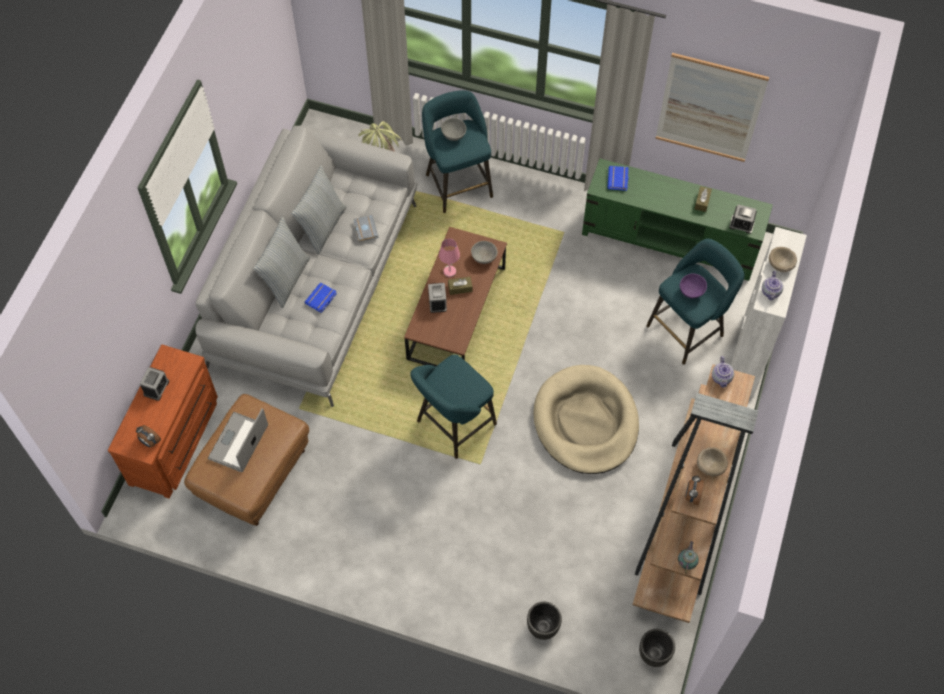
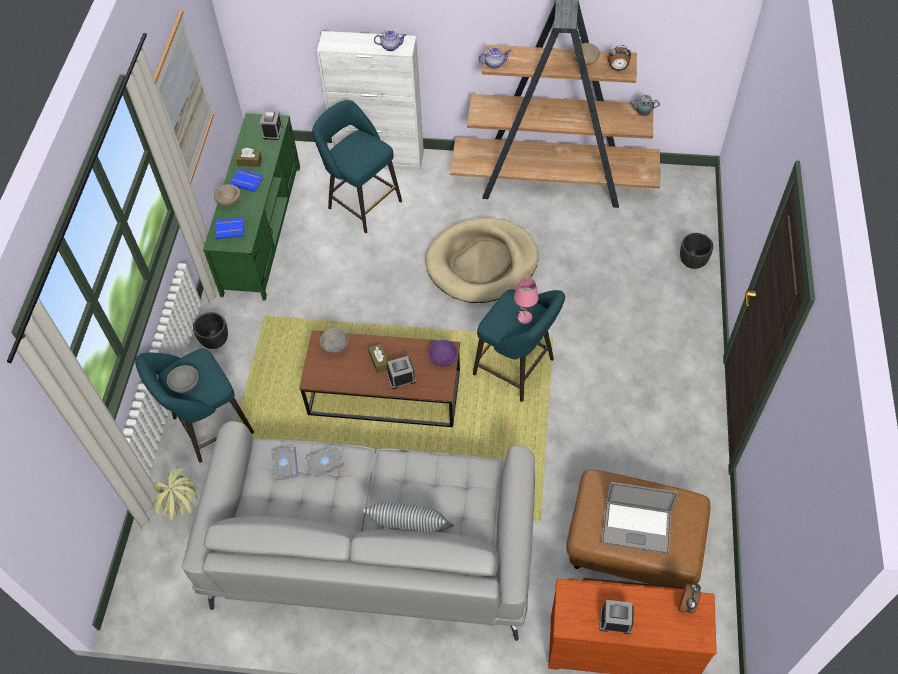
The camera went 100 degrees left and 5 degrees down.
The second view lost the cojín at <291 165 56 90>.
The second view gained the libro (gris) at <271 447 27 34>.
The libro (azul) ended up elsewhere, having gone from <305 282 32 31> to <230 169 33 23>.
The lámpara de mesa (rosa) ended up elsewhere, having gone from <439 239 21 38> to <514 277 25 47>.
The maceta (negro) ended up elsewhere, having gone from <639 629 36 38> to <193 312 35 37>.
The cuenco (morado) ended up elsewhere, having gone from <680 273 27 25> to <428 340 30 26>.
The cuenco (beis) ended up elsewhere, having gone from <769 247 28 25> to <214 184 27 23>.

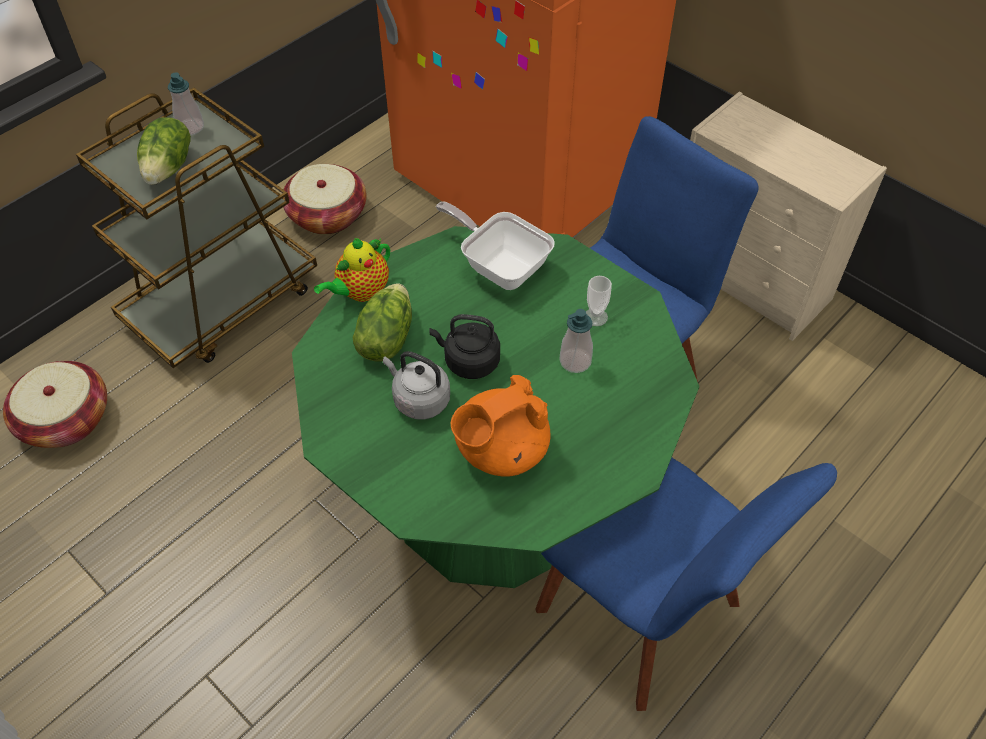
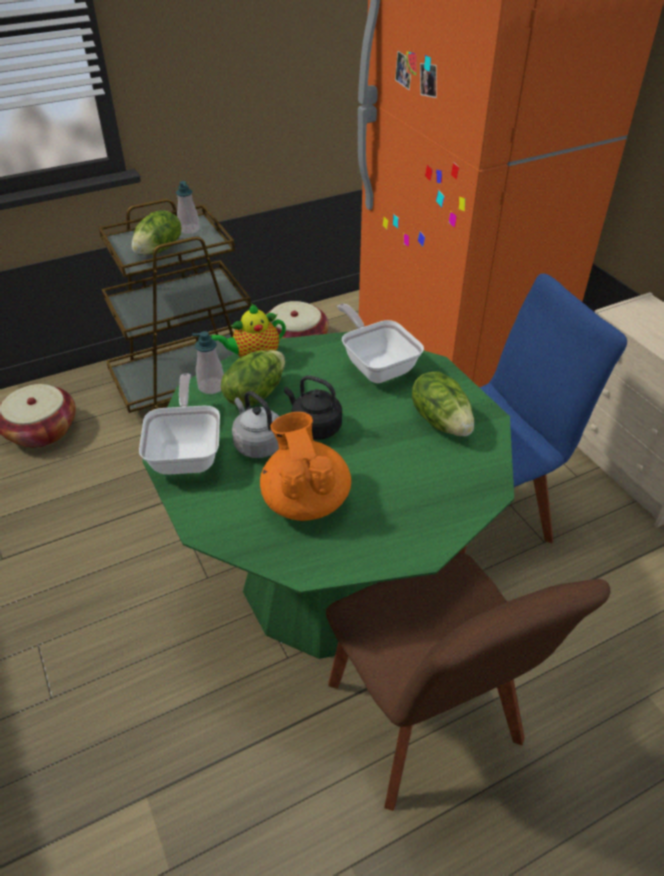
The camera went 20 degrees right and 10 degrees down.
The second view gained the sartén at <139 373 81 102>.
The dispensador de jabón ended up elsewhere, having gone from <559 309 34 64> to <192 331 32 63>.
Where the taza stood at <586 276 26 50>, the lechuga came to stand at <412 371 62 66>.
What was the silla (azul) at <535 458 302 253> turned into the silla (marrón) at <326 553 284 258>.
The tetera (naranja) at <451 375 99 102> ended up facing another way, 90 degrees clockwise from before.

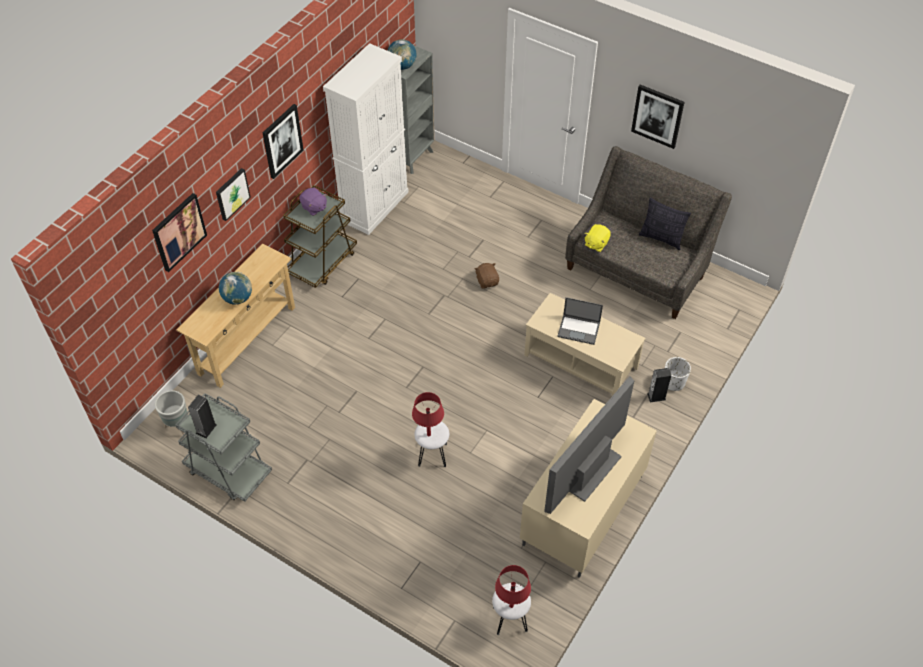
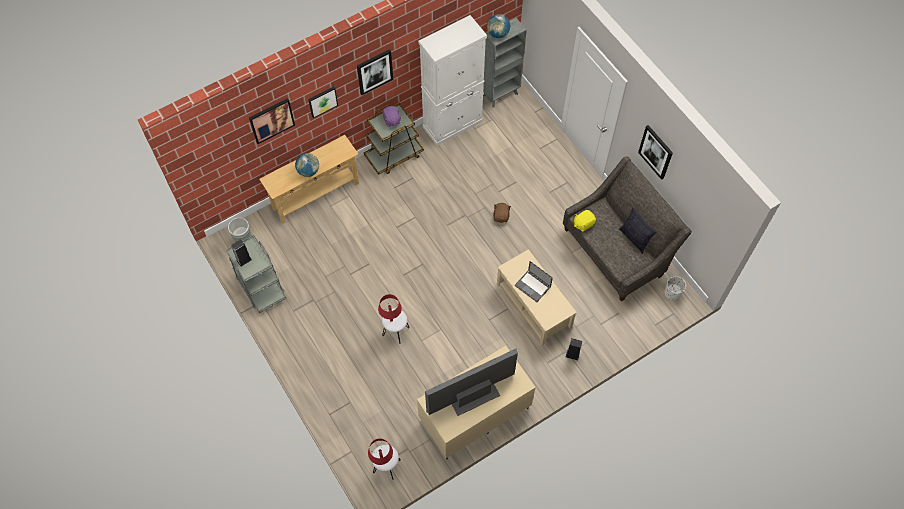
The camera went 25 degrees right and 10 degrees up.
The maceta (blanco) ended up elsewhere, having gone from <665 357 26 34> to <665 276 21 25>.

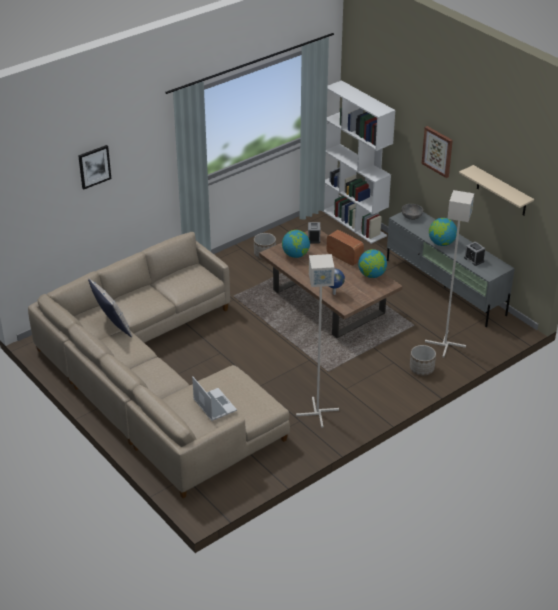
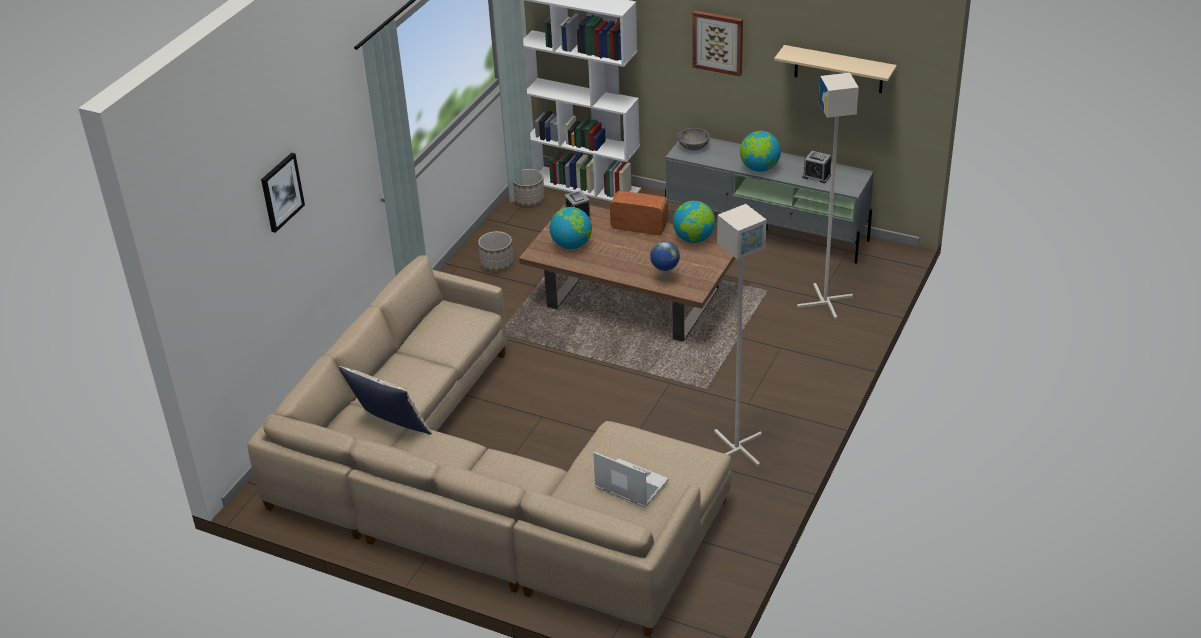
The camera went 25 degrees left and 0 degrees up.
The maceta ended up elsewhere, having gone from <410 345 26 31> to <513 169 32 37>.

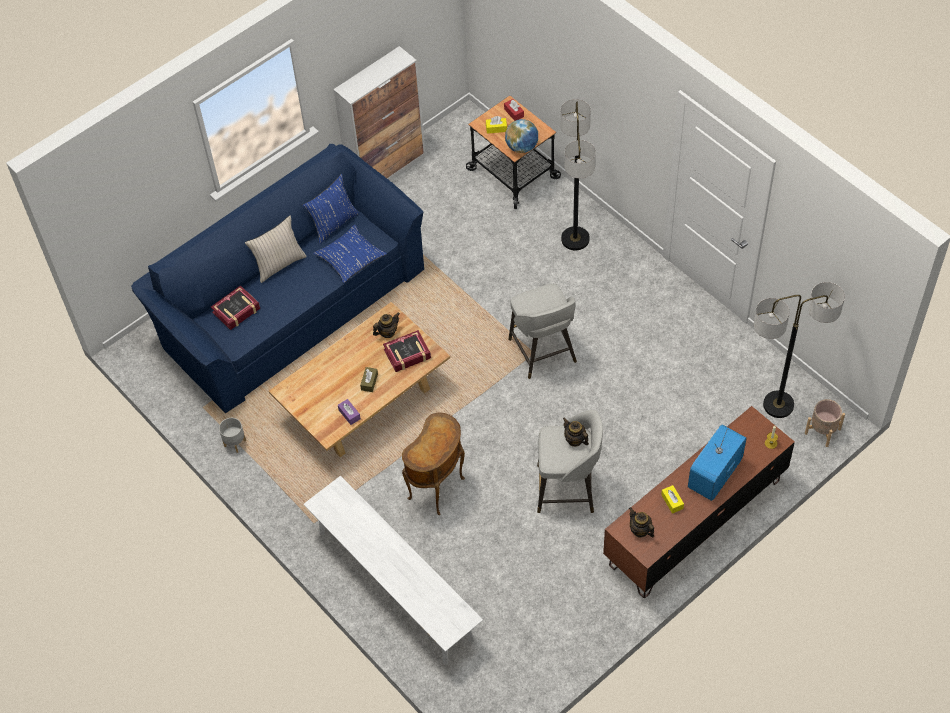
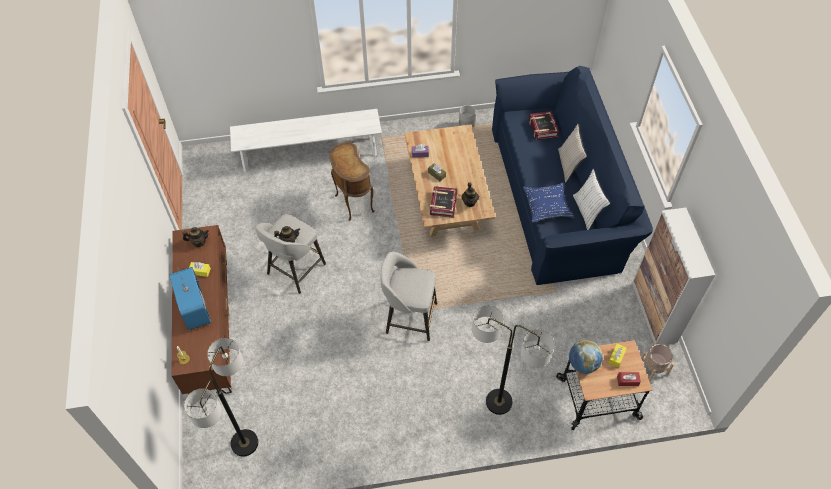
The camera went 120 degrees right and 0 degrees up.
The maceta (beis) ended up elsewhere, having gone from <805 399 40 48> to <641 344 33 38>.
What was the cojín (azul) at <303 174 56 70> turned into the cojín (blanco) at <573 169 37 61>.

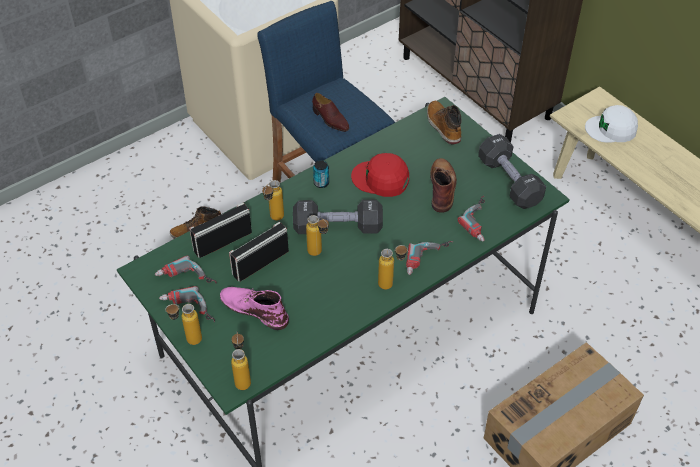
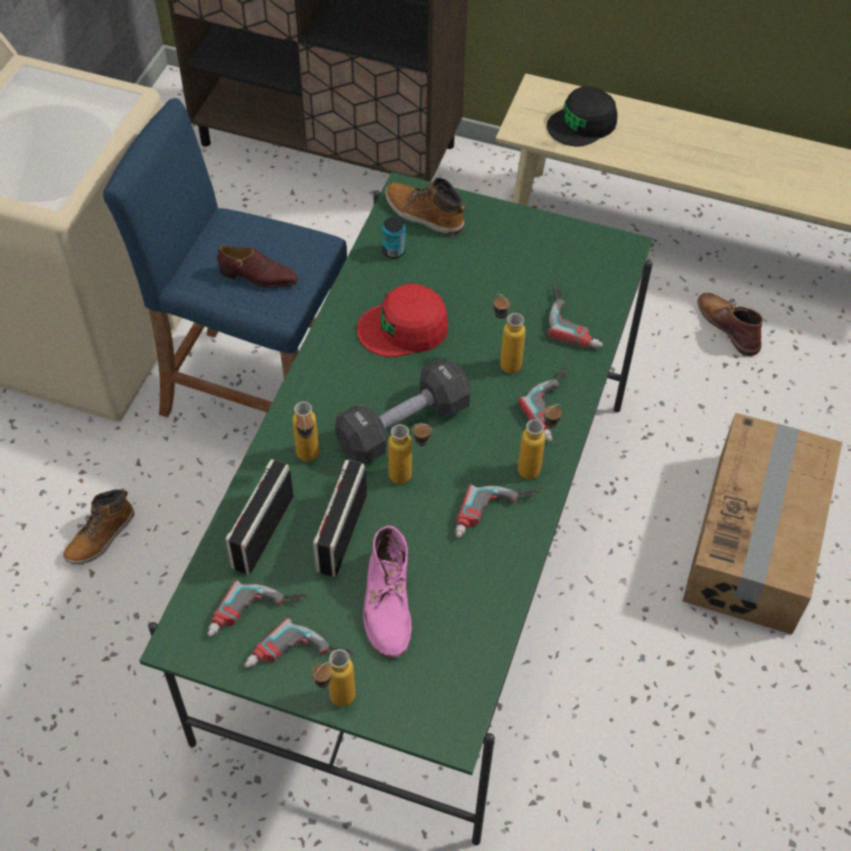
The camera went 35 degrees left and 5 degrees up.
The second view lost the mancuerna (negro) at <478 134 68 75>.
The second view gained the taladro at <455 484 86 54>.
The botella ended up elsewhere, having gone from <231 331 20 59> to <494 294 32 79>.
The lata ended up elsewhere, having gone from <313 160 16 28> to <382 217 24 42>.
The bota (marrón) ended up elsewhere, having gone from <430 158 27 55> to <697 293 66 63>.
What was the gorra (blanco) at <585 105 53 37> turned into the gorra (negro) at <547 86 71 60>.
The bota (rosa) at <220 287 69 43> ended up facing another way, 90 degrees counterclockwise from before.

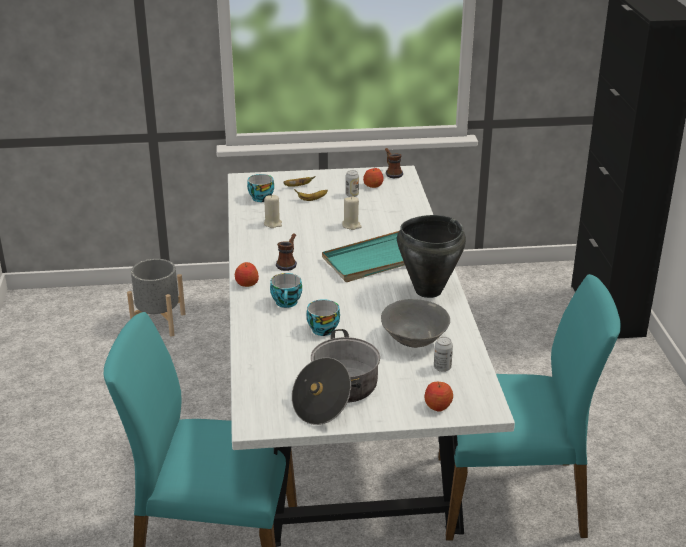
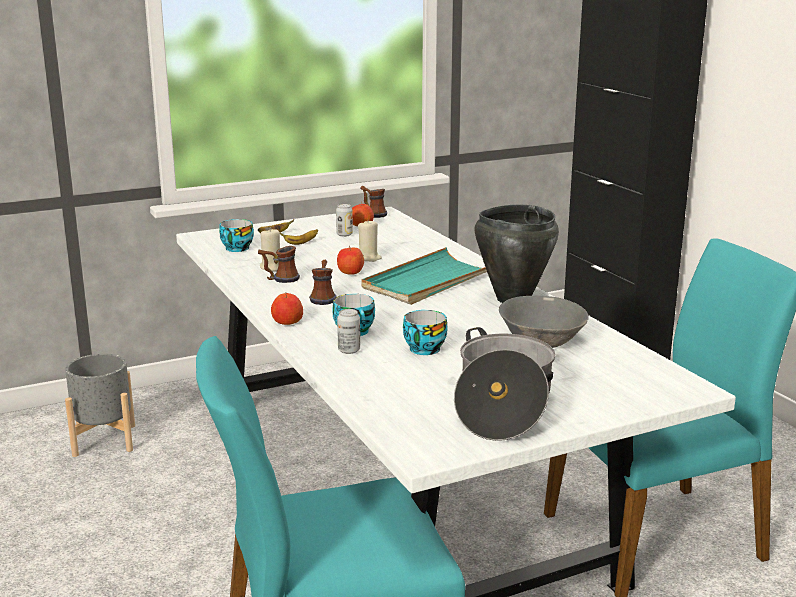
The camera went 20 degrees left and 10 degrees down.
The second view gained the taza grande at <258 246 42 37>.
The manzana ended up elsewhere, having gone from <425 382 28 30> to <337 245 27 30>.
The lata ended up elsewhere, having gone from <434 337 19 35> to <337 309 23 45>.

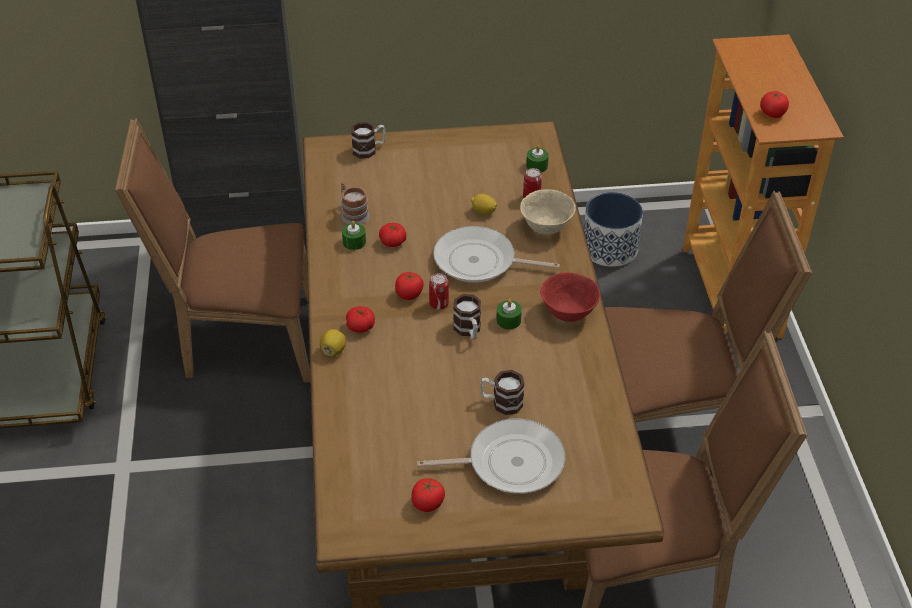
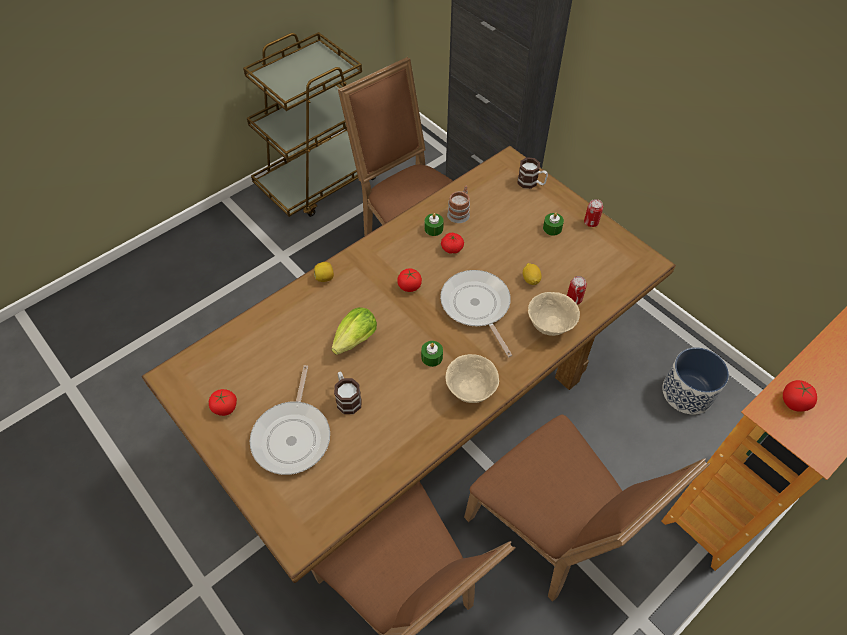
The camera went 55 degrees right and 10 degrees up.
The second view lost the tomate at <346 306 29 27>.
The second view lost the taza grande at <453 294 28 45>.
The second view gained the lechuga at <331 307 46 48>.
The lata ended up elsewhere, having gone from <429 273 20 37> to <584 199 19 28>.
The vela (verde) ended up elsewhere, having gone from <526 145 23 28> to <543 212 21 24>.
What was the cuenco (rojo) at <540 272 60 50> turned into the cuenco (beis) at <445 354 54 49>.
The sartén at <417 419 148 75> ended up facing another way, 45 degrees clockwise from before.

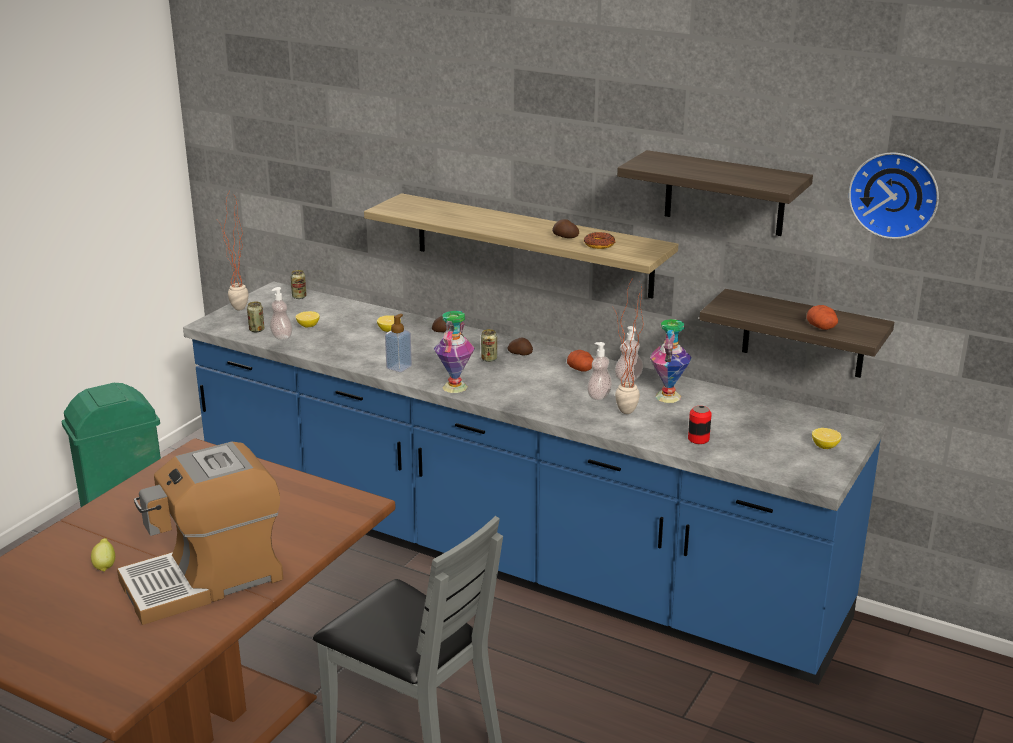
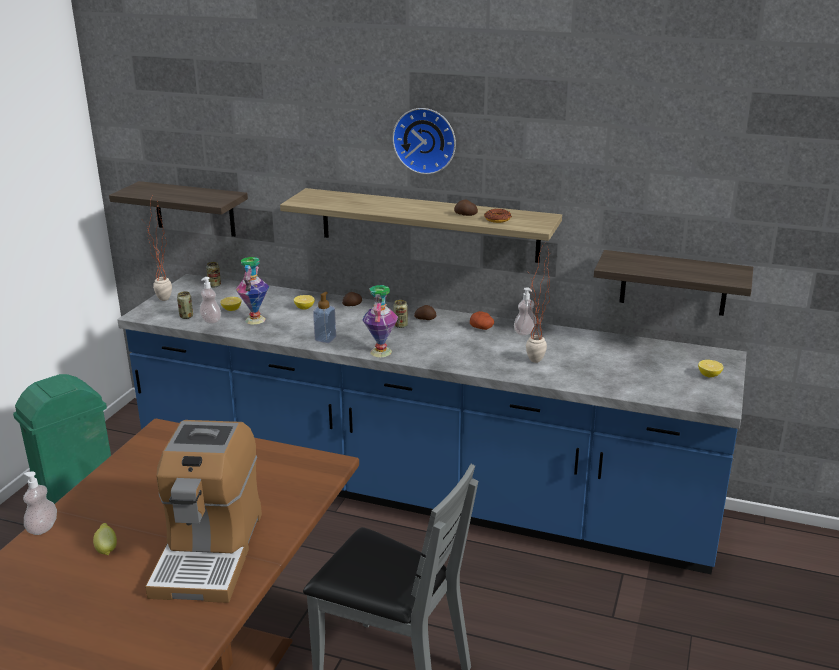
The camera went 10 degrees left and 0 degrees up.
The second view lost the lata at <688 406 24 38>.
The second view lost the patata at <807 305 31 25>.
The dispensador de jabón ended up elsewhere, having gone from <587 342 25 58> to <23 472 34 63>.
The estante ended up elsewhere, having gone from <617 150 196 86> to <109 181 139 56>.
The florero ended up elsewhere, having gone from <650 319 42 84> to <235 257 34 68>.
The reloj de pared ended up elsewhere, having gone from <848 153 91 86> to <392 108 64 66>.
The cafetera at <117 442 166 183> ended up facing another way, 45 degrees counterclockwise from before.

